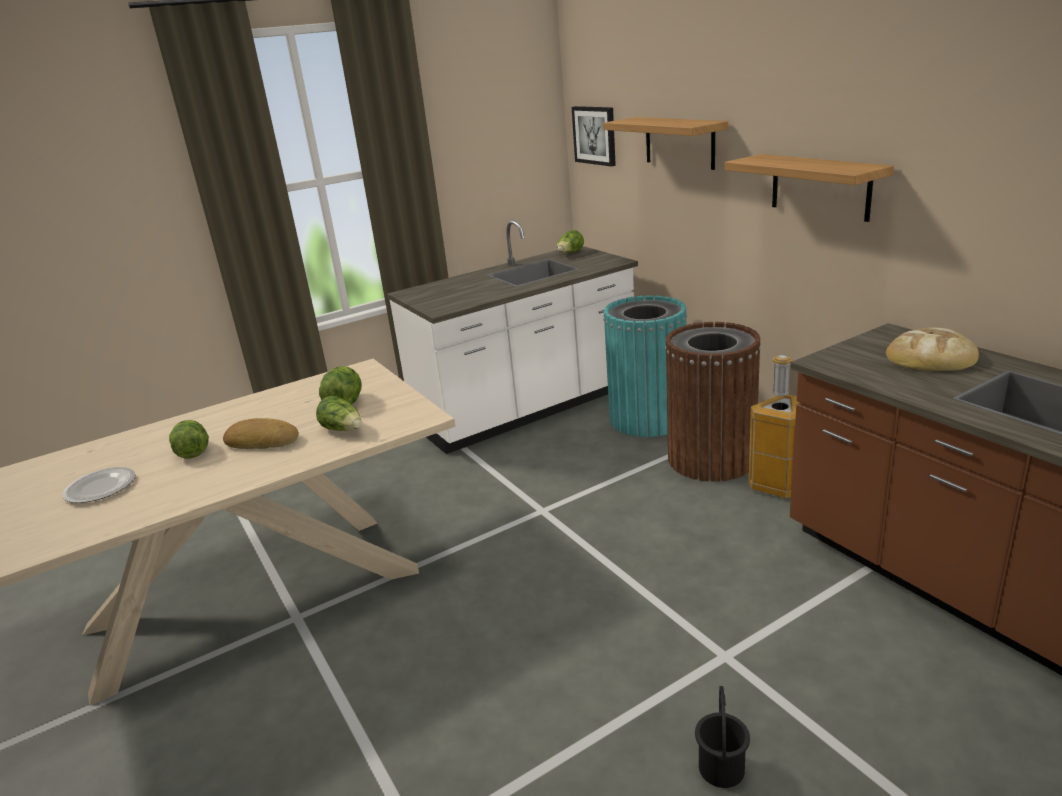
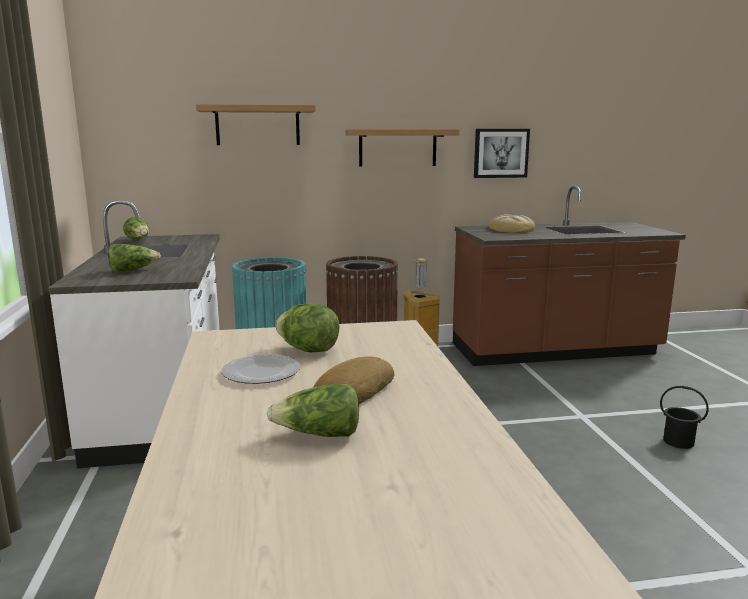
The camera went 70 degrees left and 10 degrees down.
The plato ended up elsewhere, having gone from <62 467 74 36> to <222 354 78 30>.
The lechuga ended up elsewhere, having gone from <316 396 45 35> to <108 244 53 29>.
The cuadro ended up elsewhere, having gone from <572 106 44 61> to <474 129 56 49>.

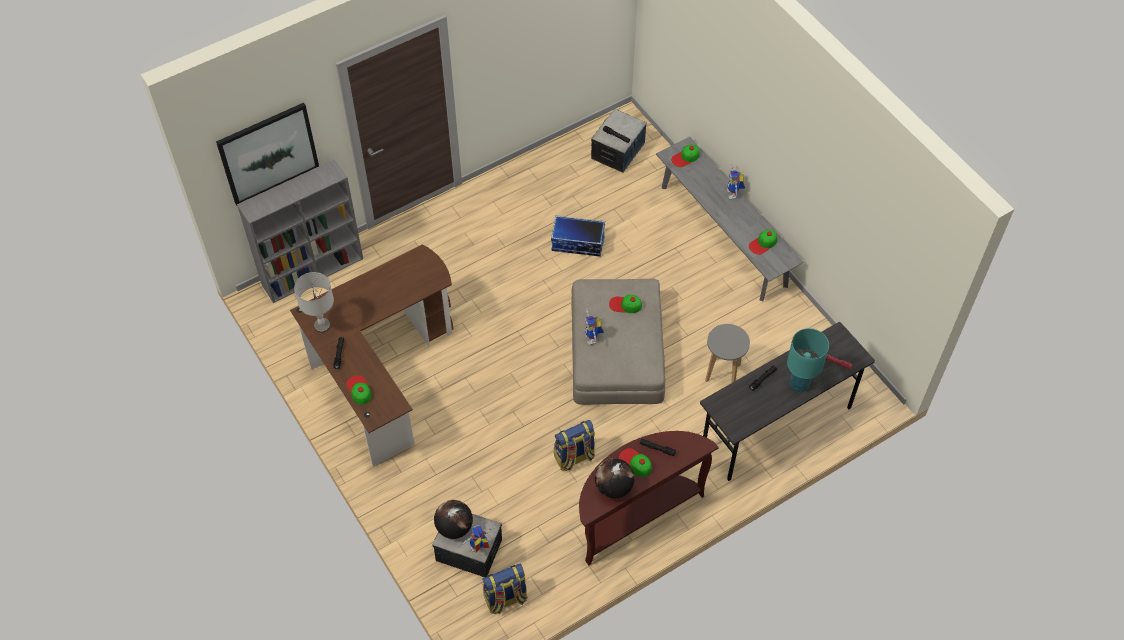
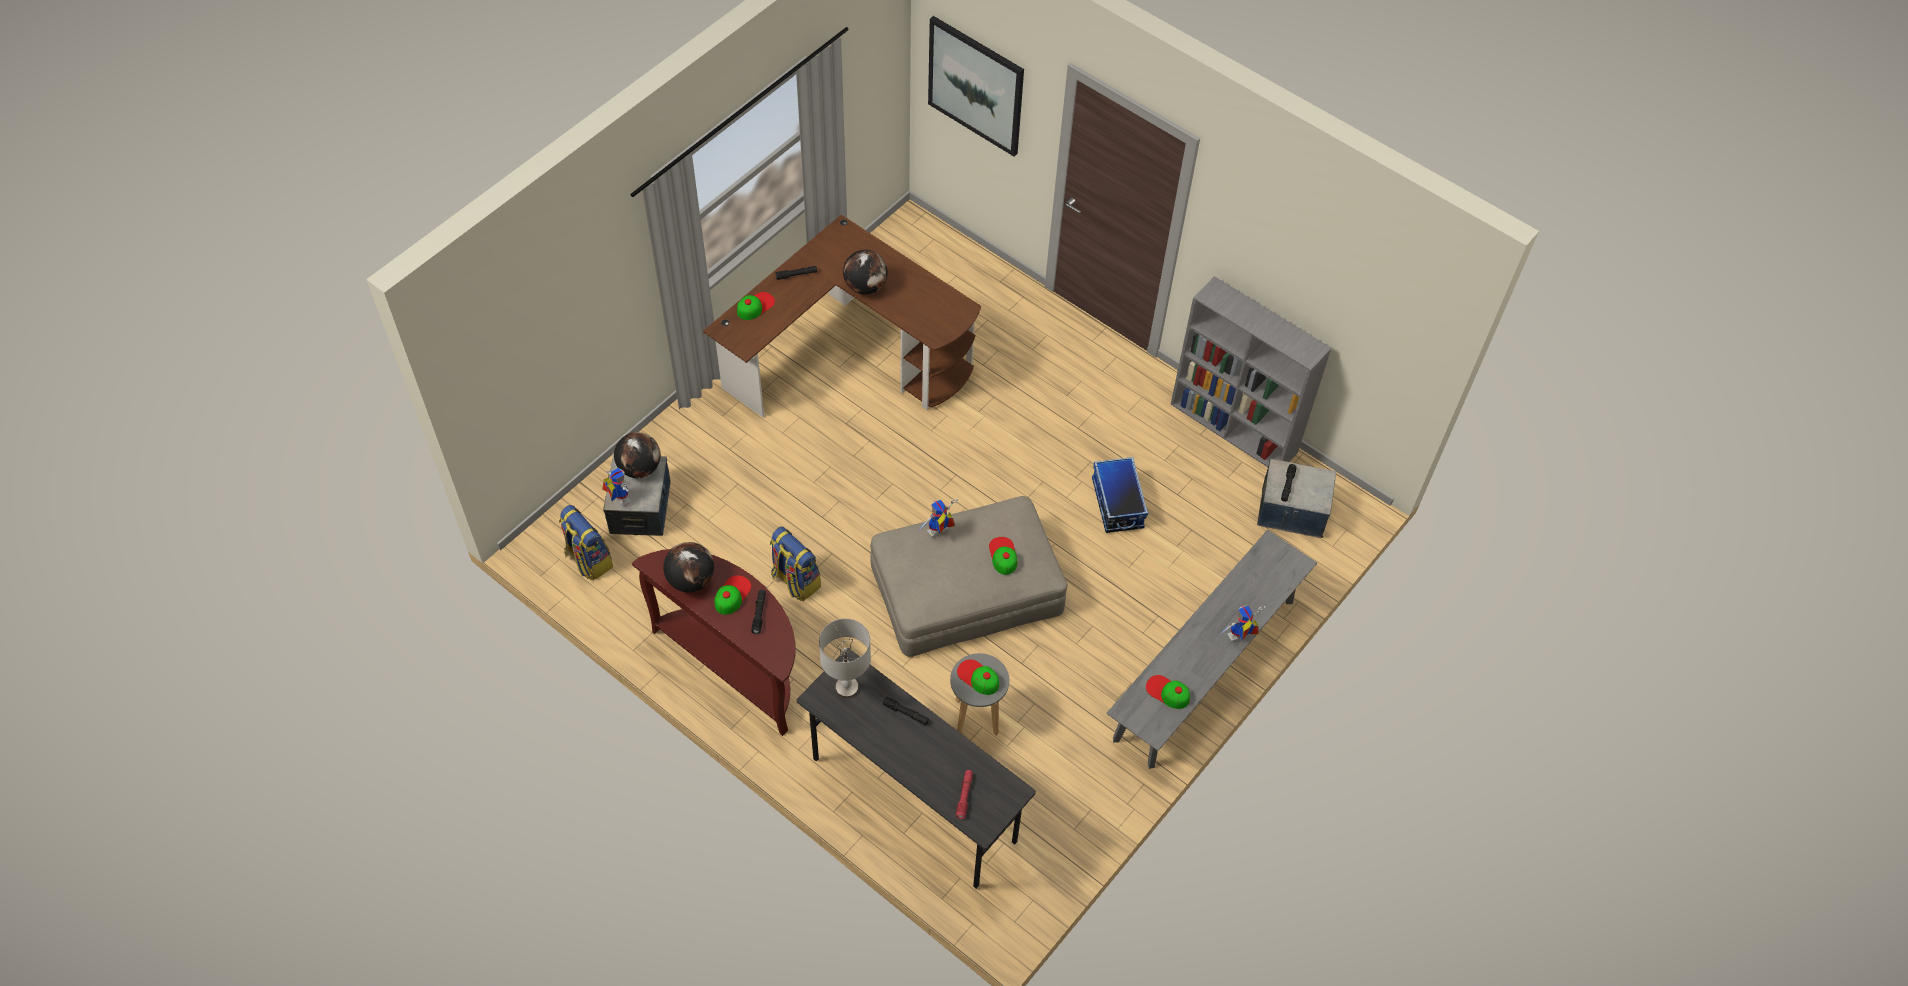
The camera went 70 degrees right and 0 degrees up.
The second view lost the lámpara de mesa (turquesa) at <787 328 42 64>.
The second view gained the globo terráqueo at <843 250 45 44>.
The estantería (gris) ended up elsewhere, having gone from <237 159 126 144> to <1171 276 160 191>.
The lámpara de mesa (gris) ended up elsewhere, having gone from <294 272 40 61> to <819 619 52 79>.
The gorra ended up elsewhere, having gone from <671 145 29 22> to <957 659 42 36>.

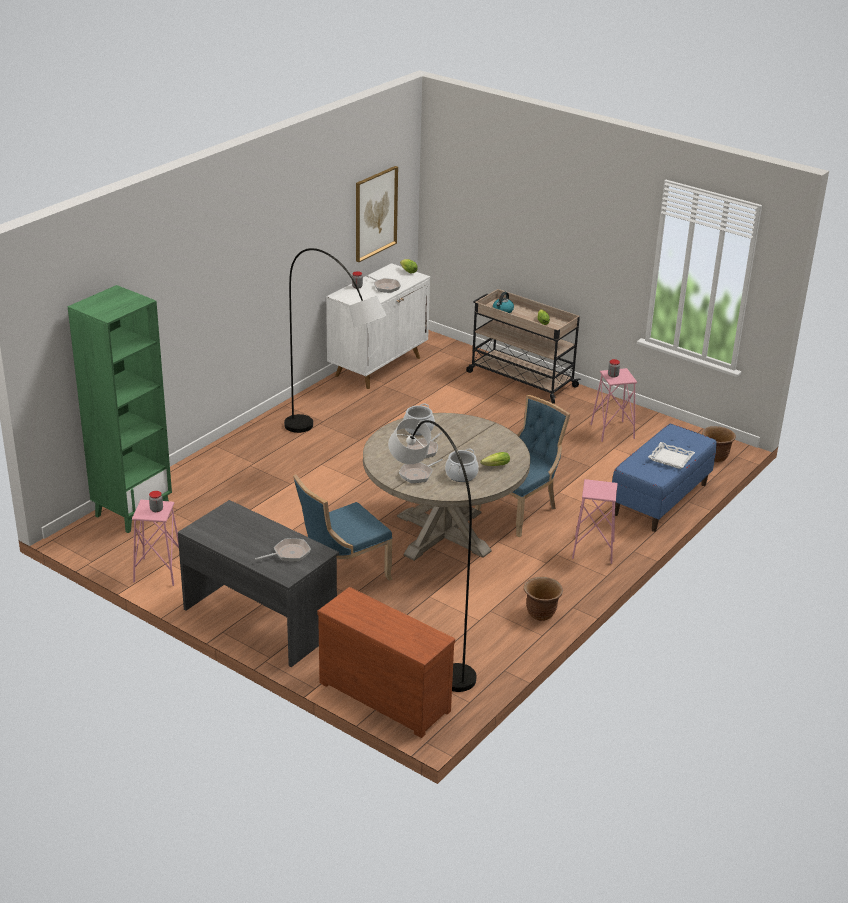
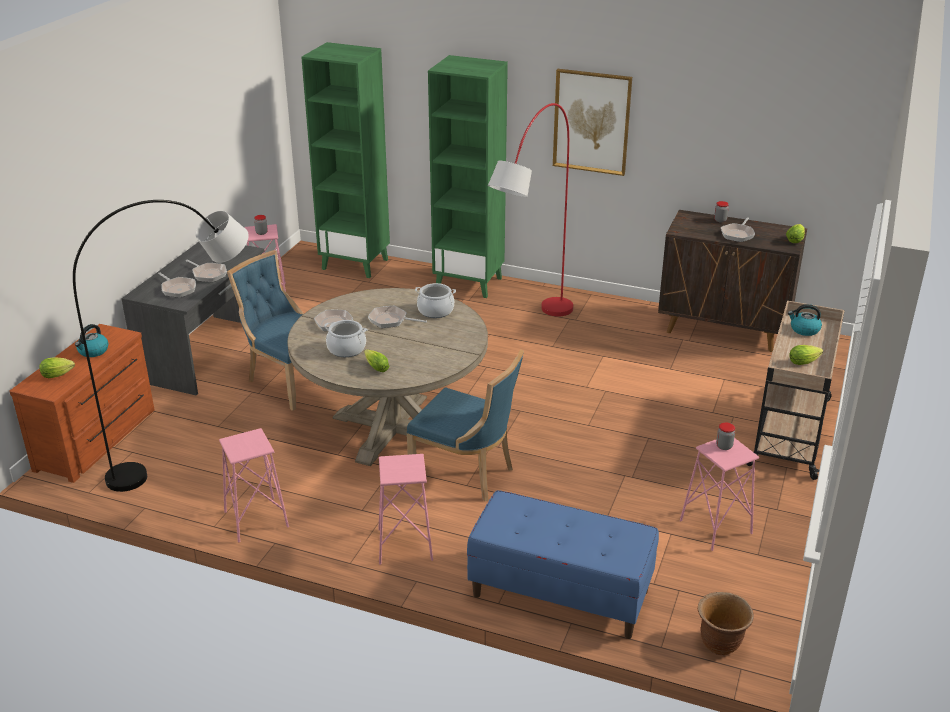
The camera went 75 degrees right and 0 degrees up.
The second view lost the bandeja (blanco) at <648 442 47 27>.
The second view gained the lechuga at <39 357 36 21>.
The second view gained the hervidor at <75 324 33 33>.
The second view gained the sartén at <186 260 41 22>.
The second view gained the estantería (verde) at <428 55 80 243>.
The cuadro ended up elsewhere, having gone from <356 166 42 96> to <553 69 79 107>.
Where the maceta (marrón) stood at <524 577 39 44>, the taburete (rosa) came to stand at <219 428 70 114>.
What was the lámpara de pie (gris) at <284 248 103 185> turned into the lámpara de pie (rojo) at <488 103 85 213>.
What was the armario (blanco) at <326 263 104 126> turned into the armario (marrón) at <658 210 149 142>.

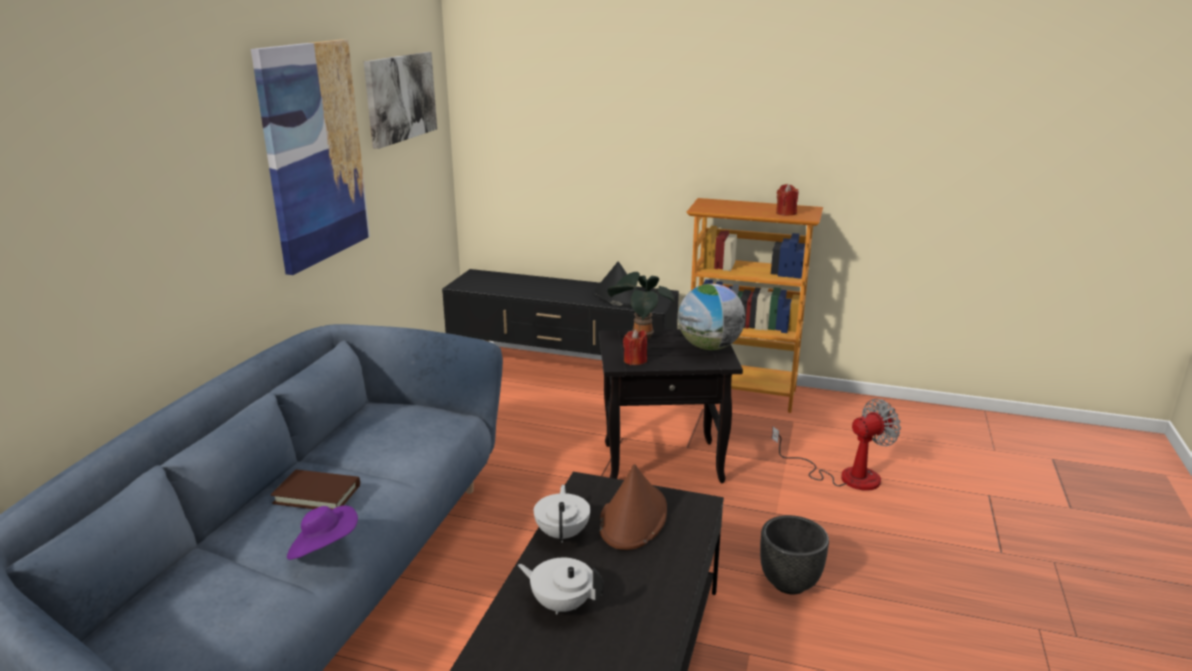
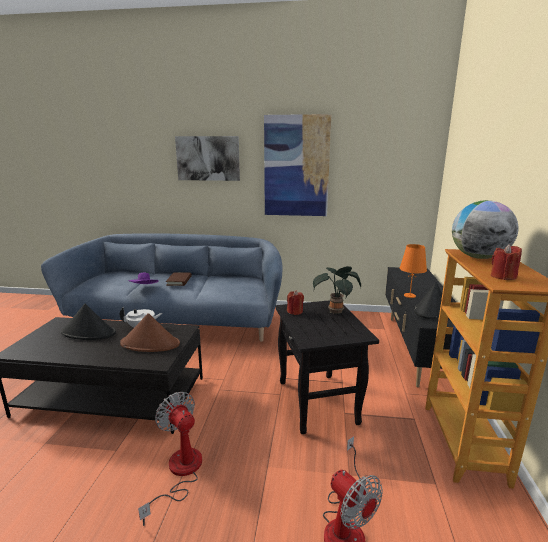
The camera went 80 degrees right and 5 degrees down.
The second view gained the lámpara de mesa (naranja) at <399 244 28 54>.
The cuadro ended up elsewhere, having gone from <363 52 74 97> to <175 136 65 45>.
The globo terráqueo ended up elsewhere, having gone from <678 284 67 66> to <452 200 66 59>.
Where the tetera (blanco) stood at <518 558 86 56>, the sombrero (negro) came to stand at <61 304 55 36>.
Where the maceta (negro) stood at <760 515 69 80>, the ventilador came to stand at <138 392 64 134>.

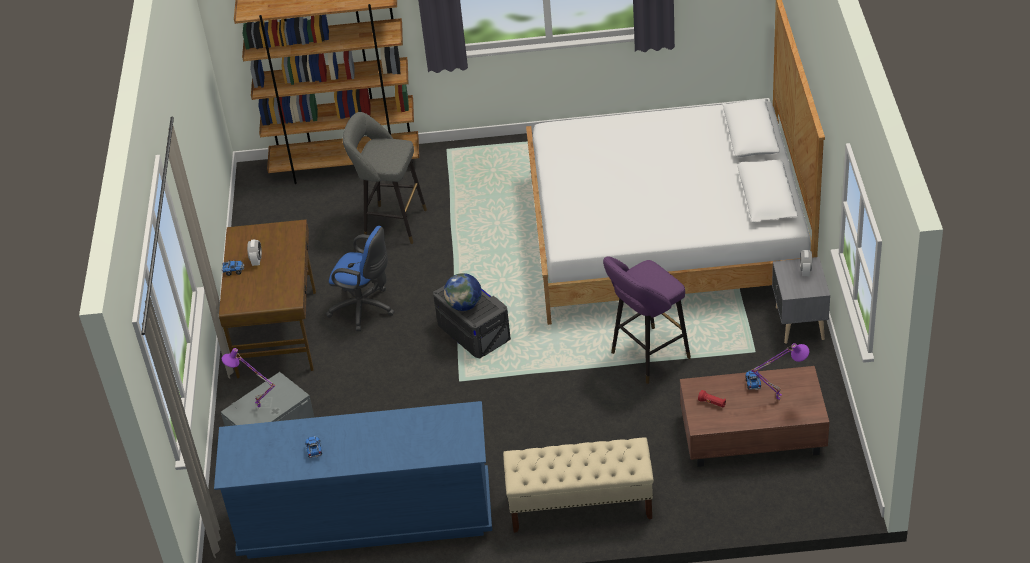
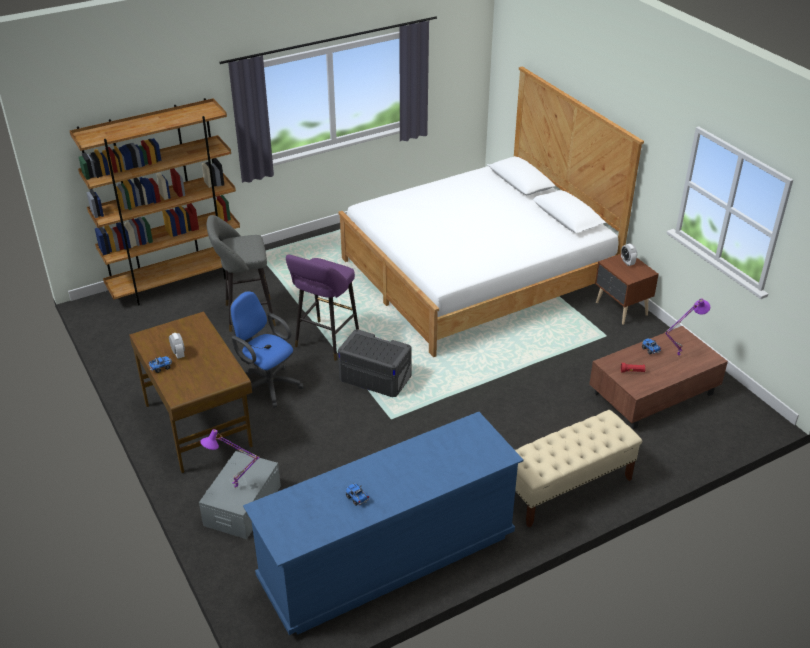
The camera went 30 degrees left and 5 degrees down.
The second view lost the globo terráqueo at <444 273 38 38>.
The taburete (morado) ended up elsewhere, having gone from <603 256 88 128> to <286 254 73 107>.
What was the mesita de noche (gris) at <772 257 58 87> turned into the mesita de noche (marrón) at <595 254 64 71>.
The silla de oficina (azul) at <326 226 69 105> ended up facing another way, 135 degrees counterclockwise from before.

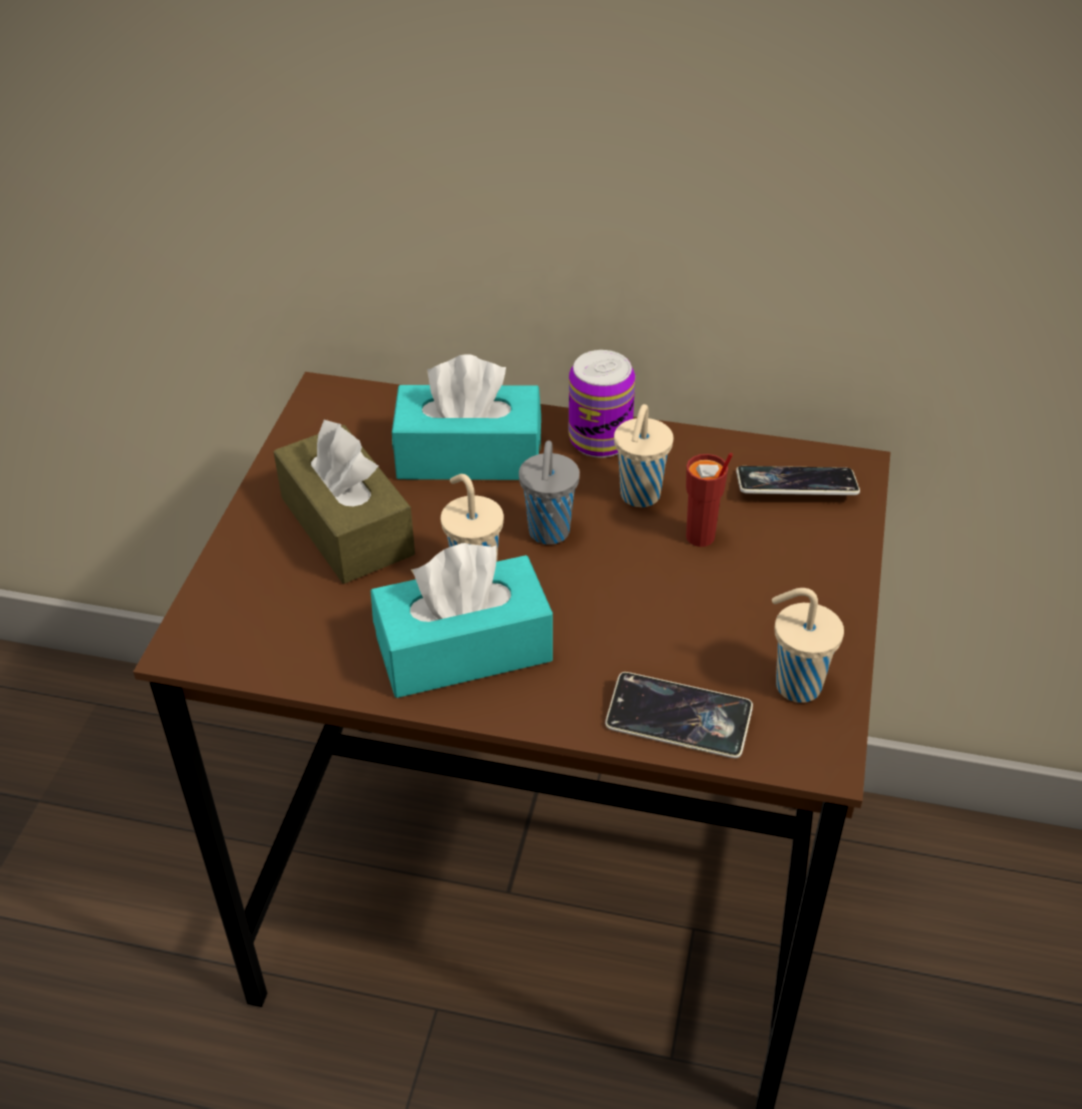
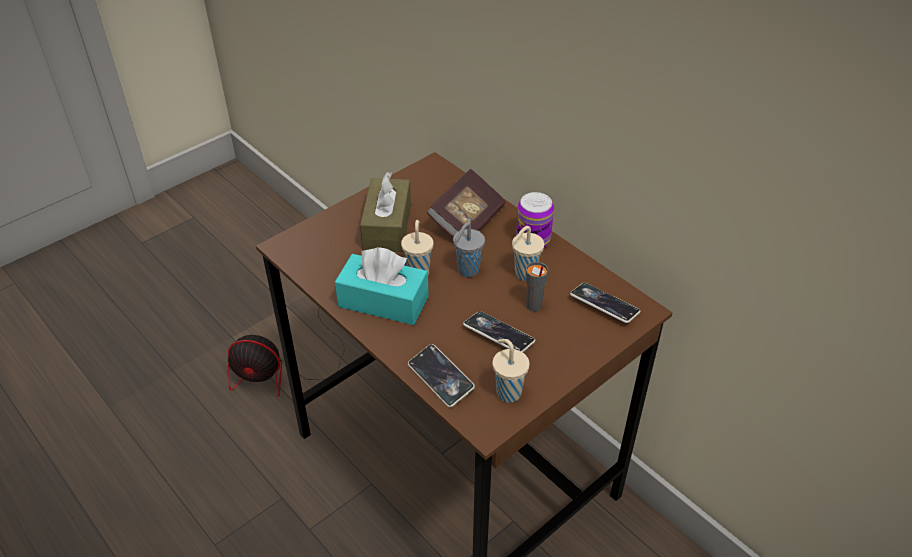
The camera went 35 degrees right and 0 degrees up.
The second view gained the ventilador at <228 309 117 88>.
The second view gained the móvil at <463 311 72 41>.
Where the caja de pañuelos (turquesa) stood at <392 354 149 126>, the libro came to stand at <427 169 78 68>.
What was the taza (rojo) at <686 453 47 94> turned into the taza (gris) at <526 262 22 50>.

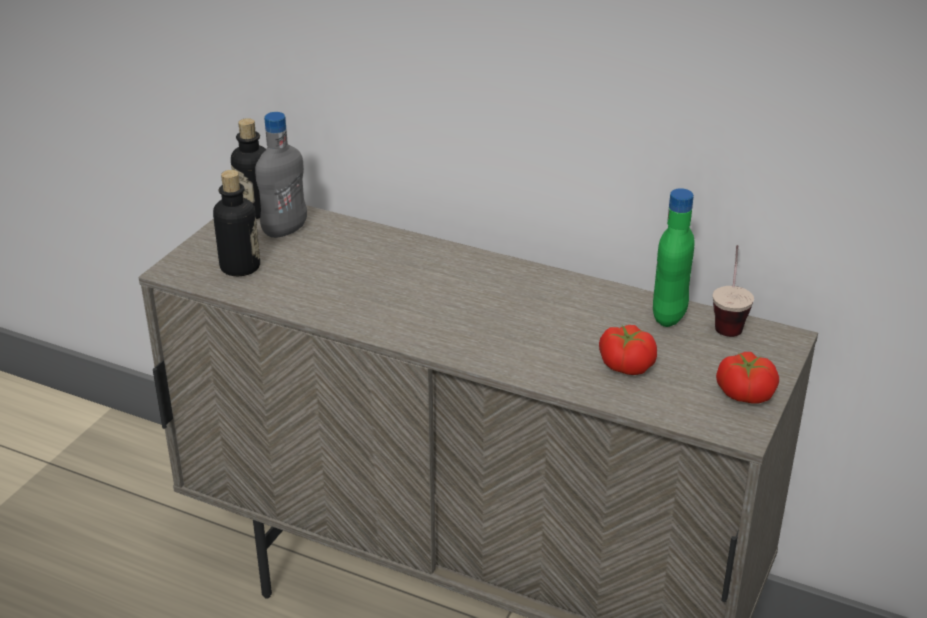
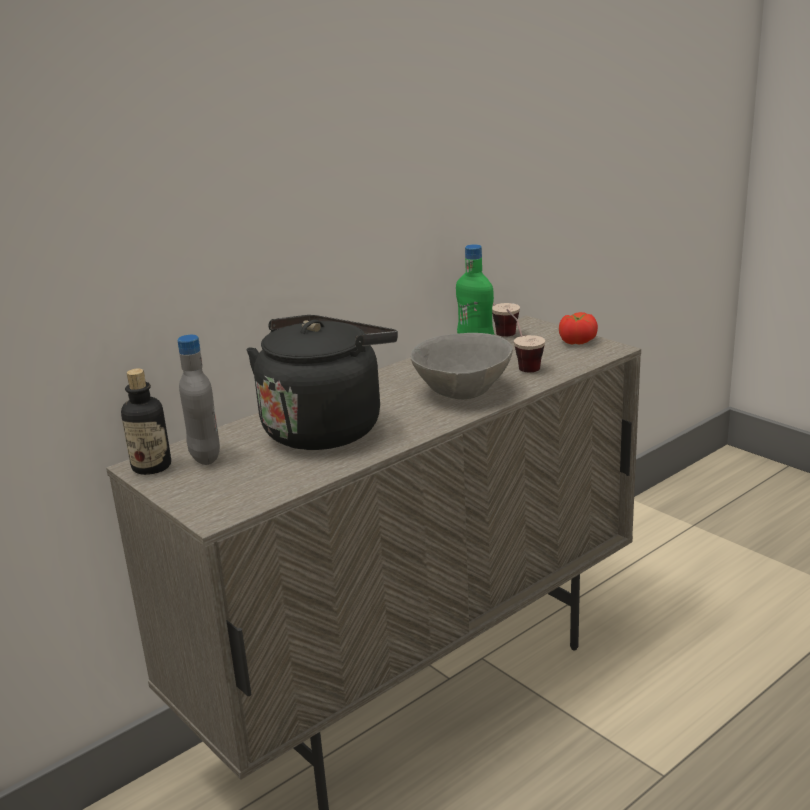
The camera went 65 degrees left and 10 degrees down.
The second view lost the botella at <213 170 47 106>.
The second view gained the hervidor (negro) at <246 315 152 135>.
The second view gained the cuenco (gris) at <410 333 103 66>.
Where the tomate stood at <599 325 58 50>, the taza came to stand at <507 309 38 63>.

